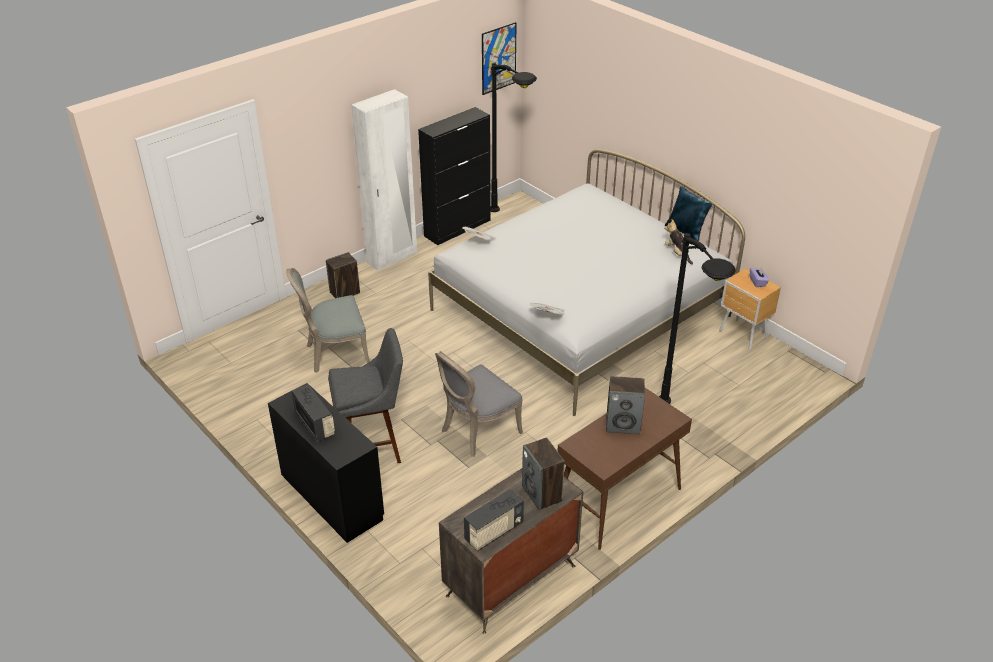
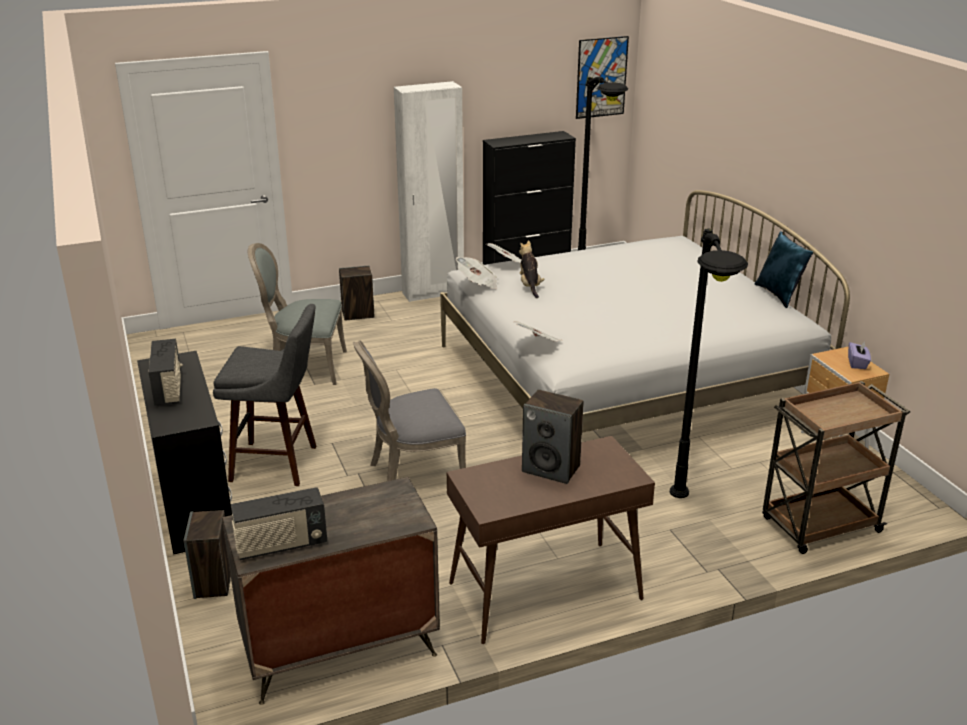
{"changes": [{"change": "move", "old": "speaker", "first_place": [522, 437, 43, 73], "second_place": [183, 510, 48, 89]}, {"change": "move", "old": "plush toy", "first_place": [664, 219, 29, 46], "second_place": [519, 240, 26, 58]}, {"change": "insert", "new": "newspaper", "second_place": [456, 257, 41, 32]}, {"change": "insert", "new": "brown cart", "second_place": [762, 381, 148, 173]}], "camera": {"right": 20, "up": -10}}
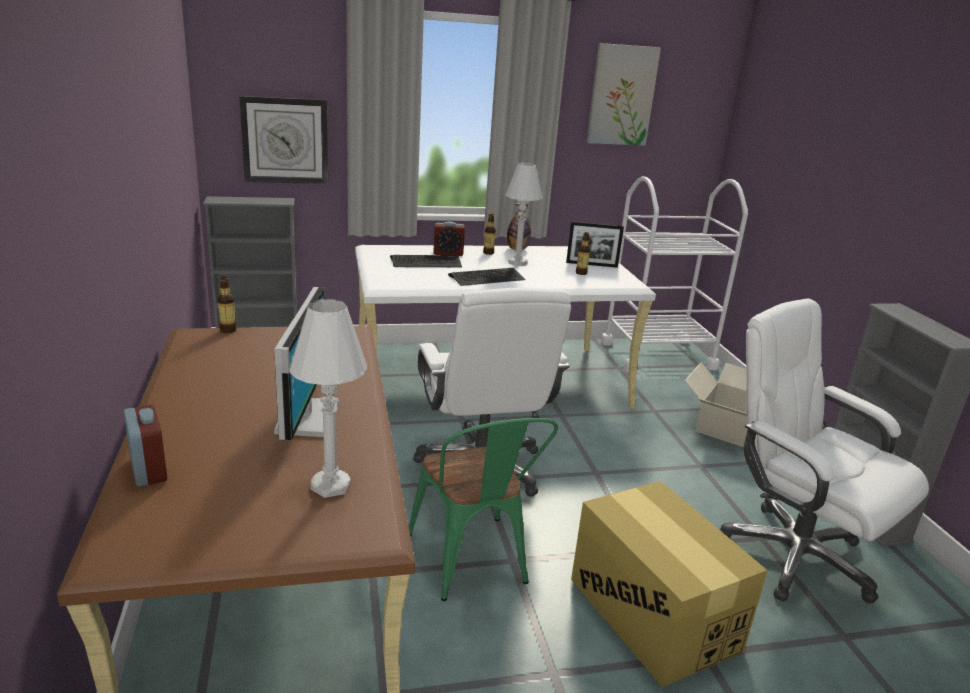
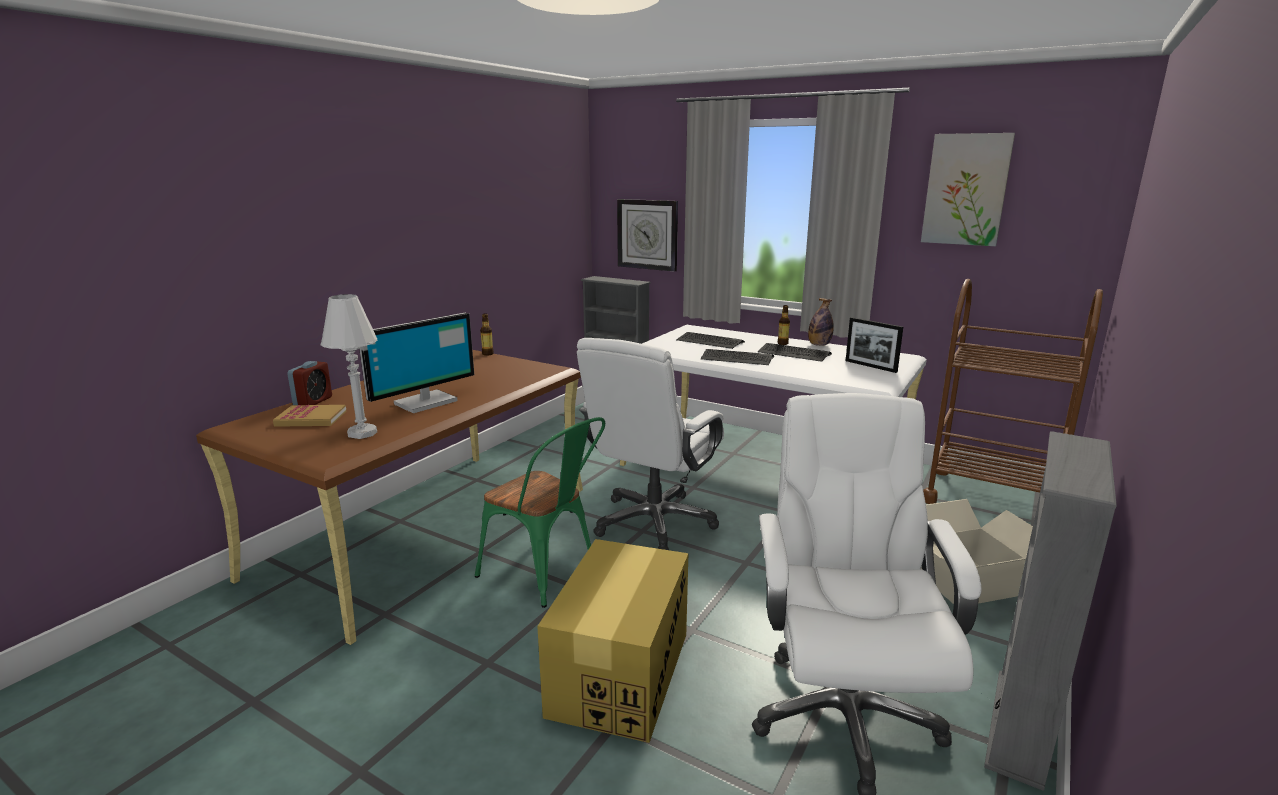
{"changes": [{"change": "rotate", "old": "green chair", "first_place": [408, 418, 150, 183], "second_place": [475, 417, 130, 191], "degrees": -75}, {"change": "delete", "old": "alarm clock", "first_place": [433, 221, 32, 35]}, {"change": "replace", "old": "white table lamp", "new": "keyboard", "first_place": [505, 162, 37, 104], "second_place": [758, 343, 74, 19]}, {"change": "delete", "old": "bottle", "first_place": [576, 232, 14, 43]}, {"change": "recolor", "old": "white cart", "new": "brown cart", "first_place": [601, 176, 147, 197], "second_place": [923, 279, 180, 225]}, {"change": "insert", "new": "book", "second_place": [273, 405, 73, 22]}], "camera": {"right": 45, "up": -5}}
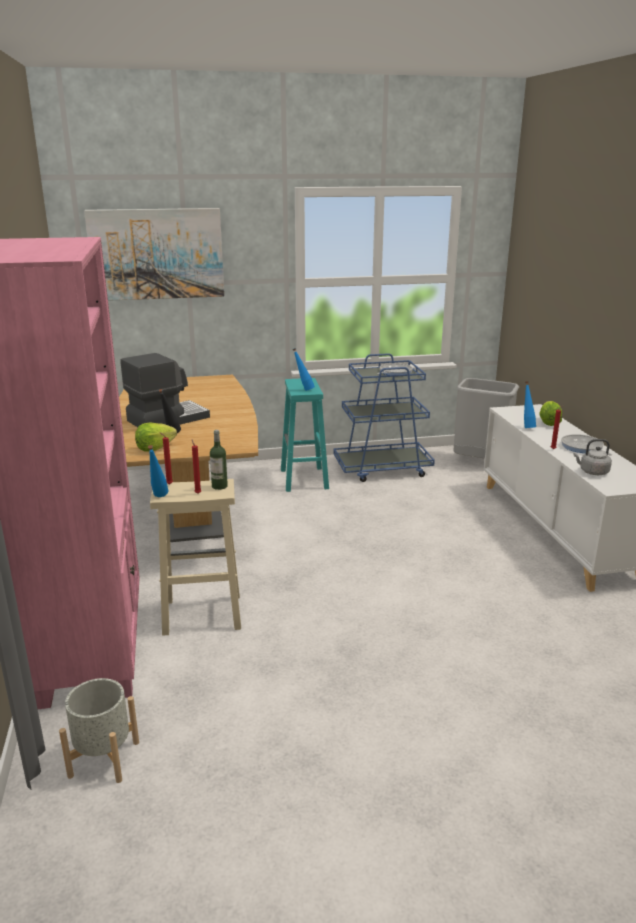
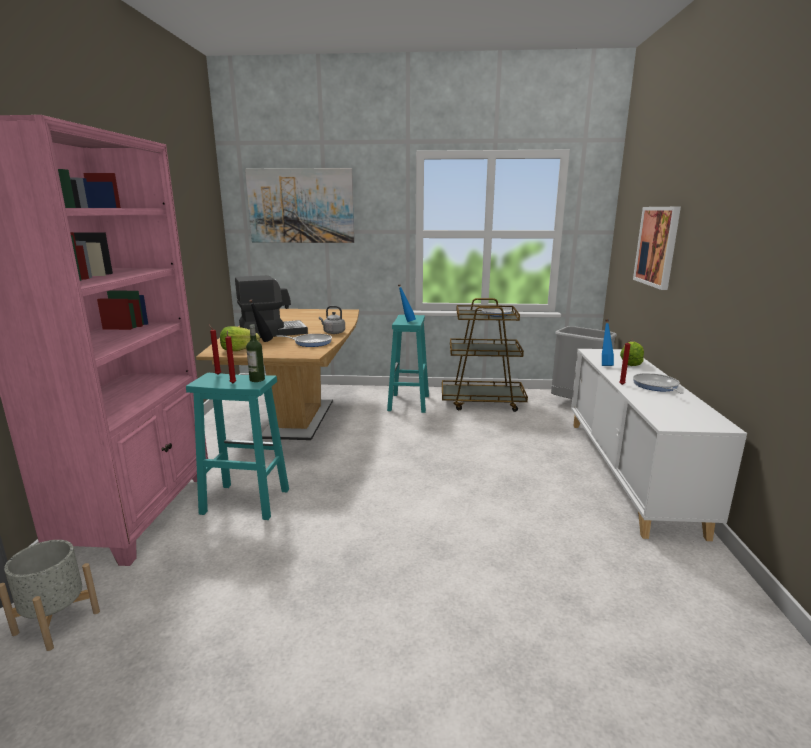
{"changes": [{"change": "delete", "old": "blue bottle", "first_place": [148, 445, 20, 52]}, {"change": "recolor", "old": "beige stool", "new": "turquoise stool", "first_place": [150, 479, 91, 157], "second_place": [186, 373, 103, 147]}, {"change": "recolor", "old": "blue cart", "new": "brown cart", "first_place": [334, 353, 101, 129], "second_place": [442, 298, 86, 114]}, {"change": "move", "old": "grey kettle", "first_place": [573, 439, 39, 36], "second_place": [319, 306, 26, 28]}, {"change": "insert", "new": "frying pan", "second_place": [276, 334, 56, 13]}, {"change": "insert", "new": "picture", "second_place": [633, 207, 48, 83]}], "camera": {"right": 15, "up": -5}}
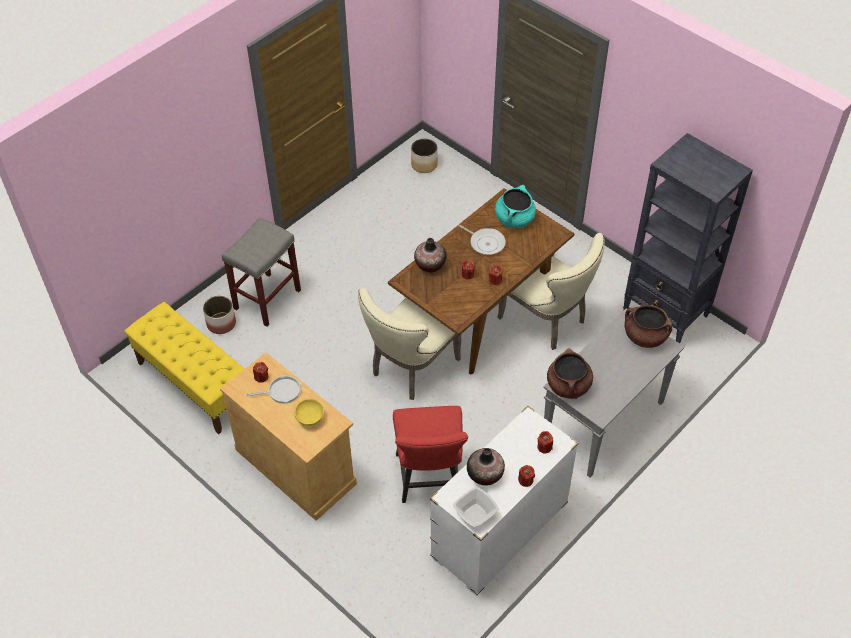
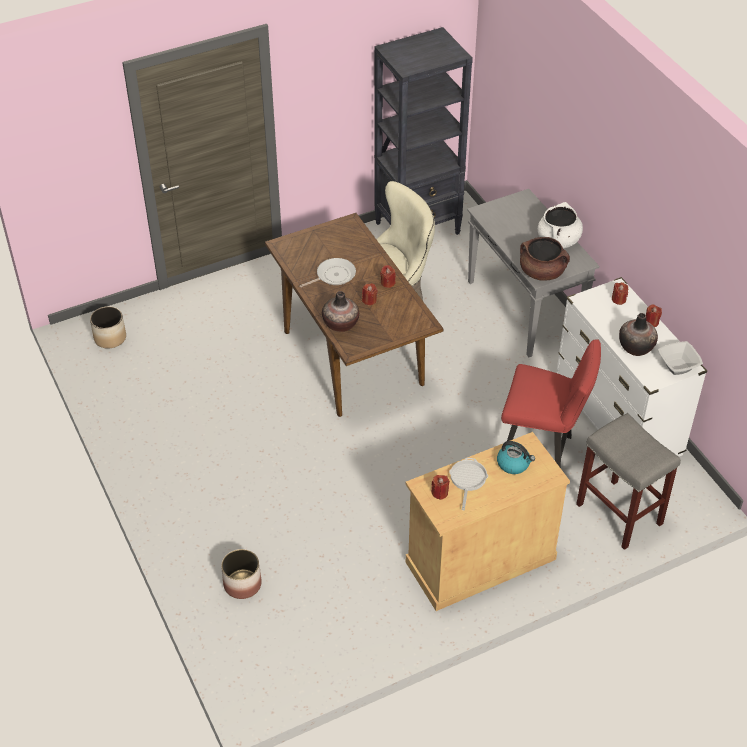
{"changes": [{"change": "delete", "old": "yellow bench", "first_place": [125, 302, 120, 132]}, {"change": "move", "old": "grey stool", "first_place": [222, 217, 79, 110], "second_place": [576, 413, 105, 137]}, {"change": "replace", "old": "yellow bowl", "new": "kettle", "first_place": [294, 399, 30, 27], "second_place": [497, 441, 38, 33]}, {"change": "delete", "old": "beige chair", "first_place": [358, 288, 103, 112]}, {"change": "delete", "old": "turquoise cooking pot", "first_place": [495, 185, 41, 43]}, {"change": "delete", "old": "brown cooking pot", "first_place": [625, 305, 48, 43]}, {"change": "insert", "new": "white cooking pot", "second_place": [538, 202, 45, 46]}], "camera": {"right": -70, "up": -5}}
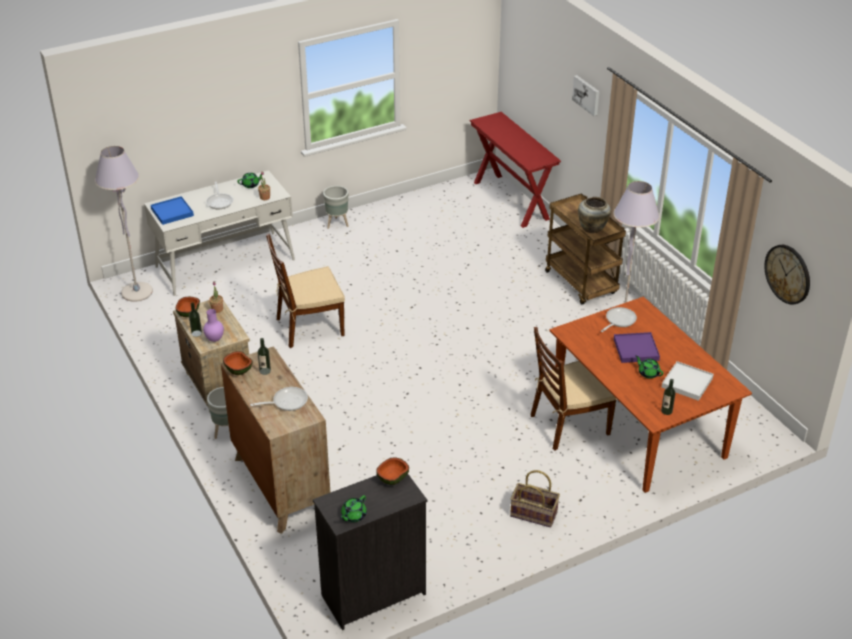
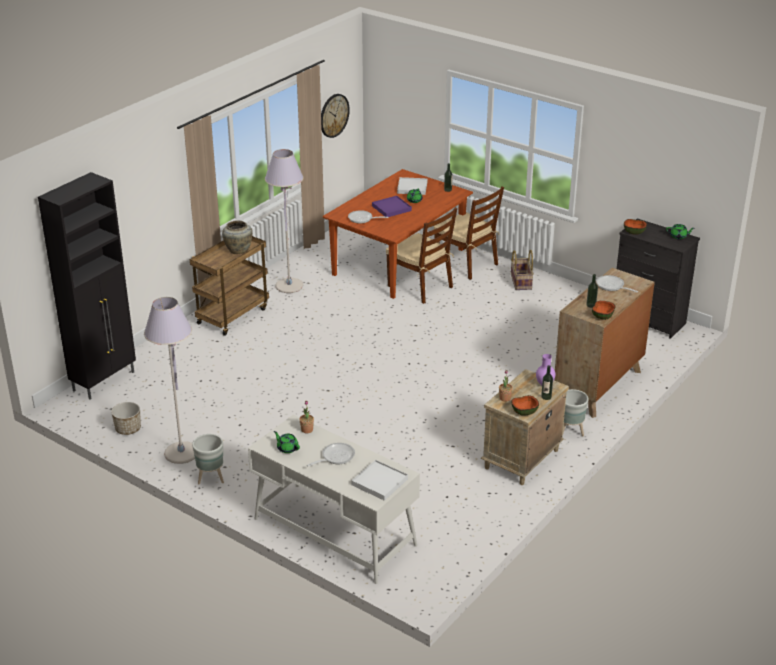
{"changes": [{"change": "move", "old": "grey floor lamp", "first_place": [95, 146, 58, 156], "second_place": [144, 297, 51, 167]}, {"change": "recolor", "old": "blue tray", "new": "white tray", "first_place": [151, 196, 43, 29], "second_place": [351, 460, 57, 41]}, {"change": "move", "old": "brown chair", "first_place": [266, 234, 79, 114], "second_place": [434, 187, 70, 93]}, {"change": "replace", "old": "red console table", "new": "black cabinet", "first_place": [469, 112, 92, 116], "second_place": [38, 172, 98, 228]}, {"change": "delete", "old": "picture", "first_place": [572, 75, 28, 41]}, {"change": "insert", "new": "planter", "second_place": [111, 402, 30, 33]}], "camera": {"right": -115, "up": -5}}
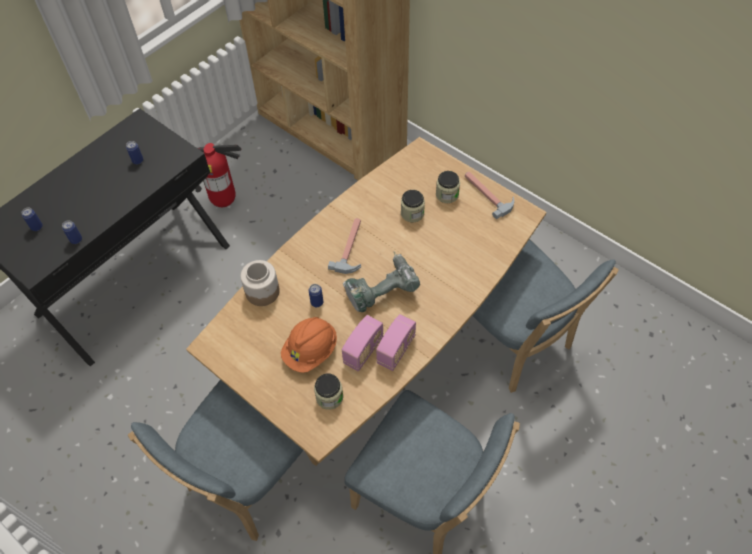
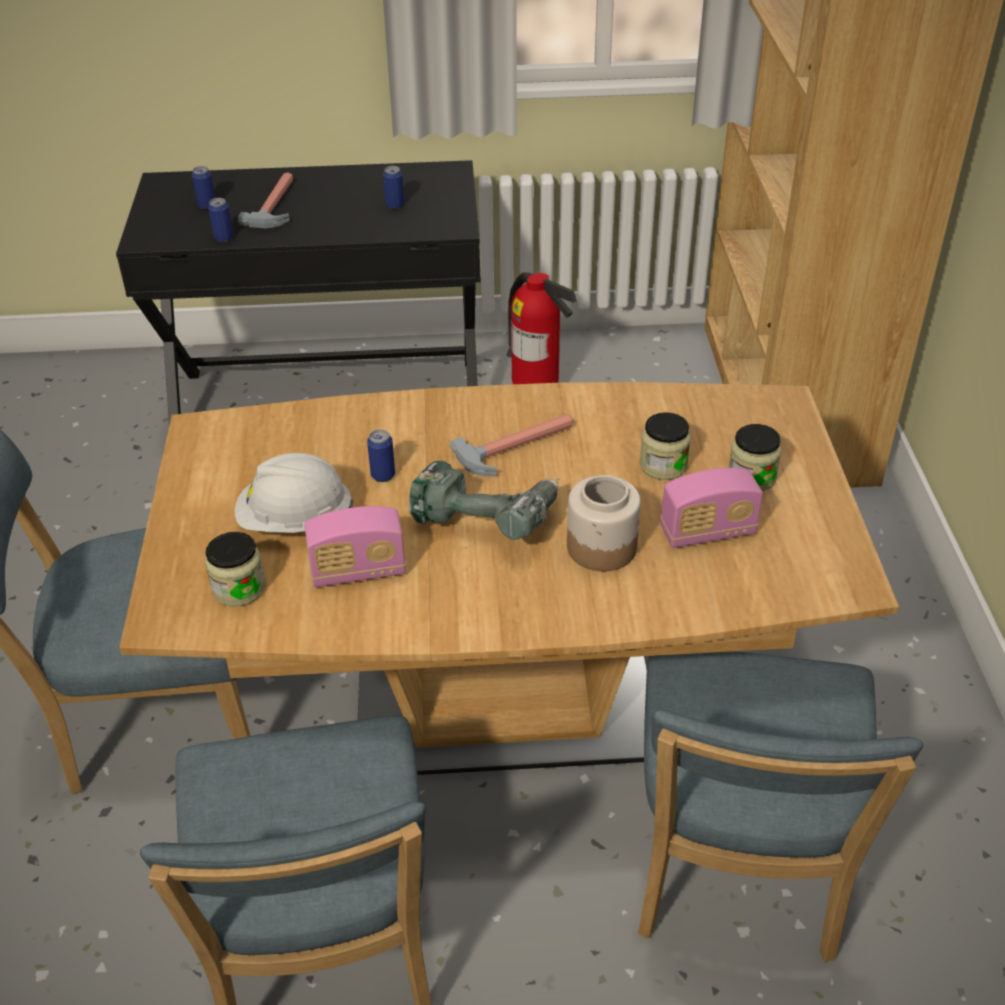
{"changes": [{"change": "move", "old": "jar", "first_place": [240, 260, 40, 46], "second_place": [567, 475, 74, 96]}, {"change": "recolor", "old": "orange hard hat", "new": "white hard hat", "first_place": [281, 317, 56, 56], "second_place": [235, 453, 118, 80]}, {"change": "move", "old": "radio", "first_place": [376, 314, 40, 57], "second_place": [661, 468, 102, 80]}, {"change": "move", "old": "hammer", "first_place": [465, 172, 49, 47], "second_place": [238, 172, 55, 56]}], "camera": {"right": 45, "up": -15}}
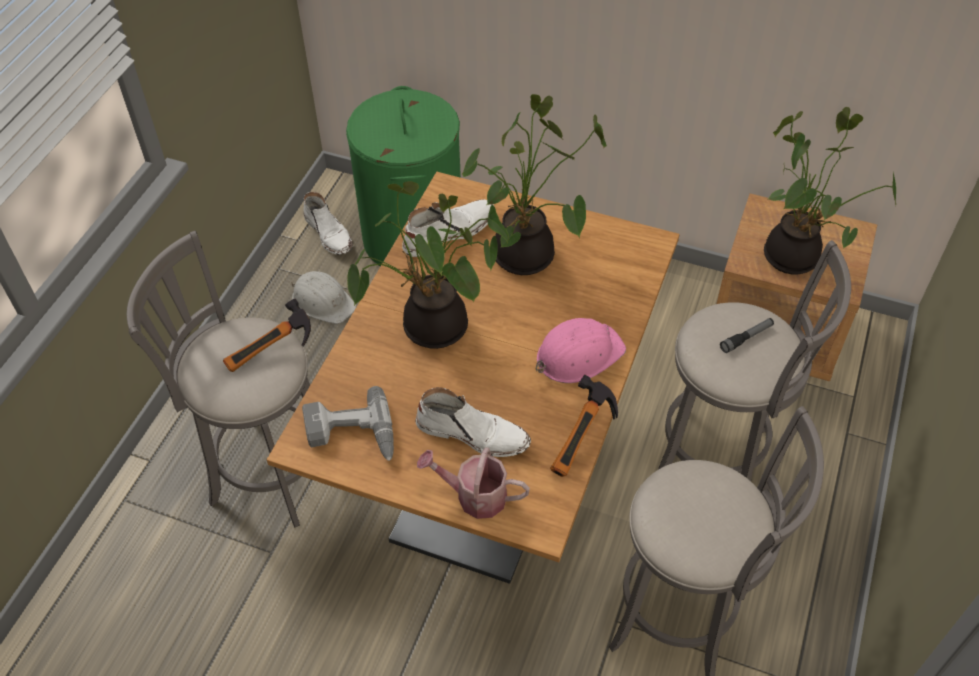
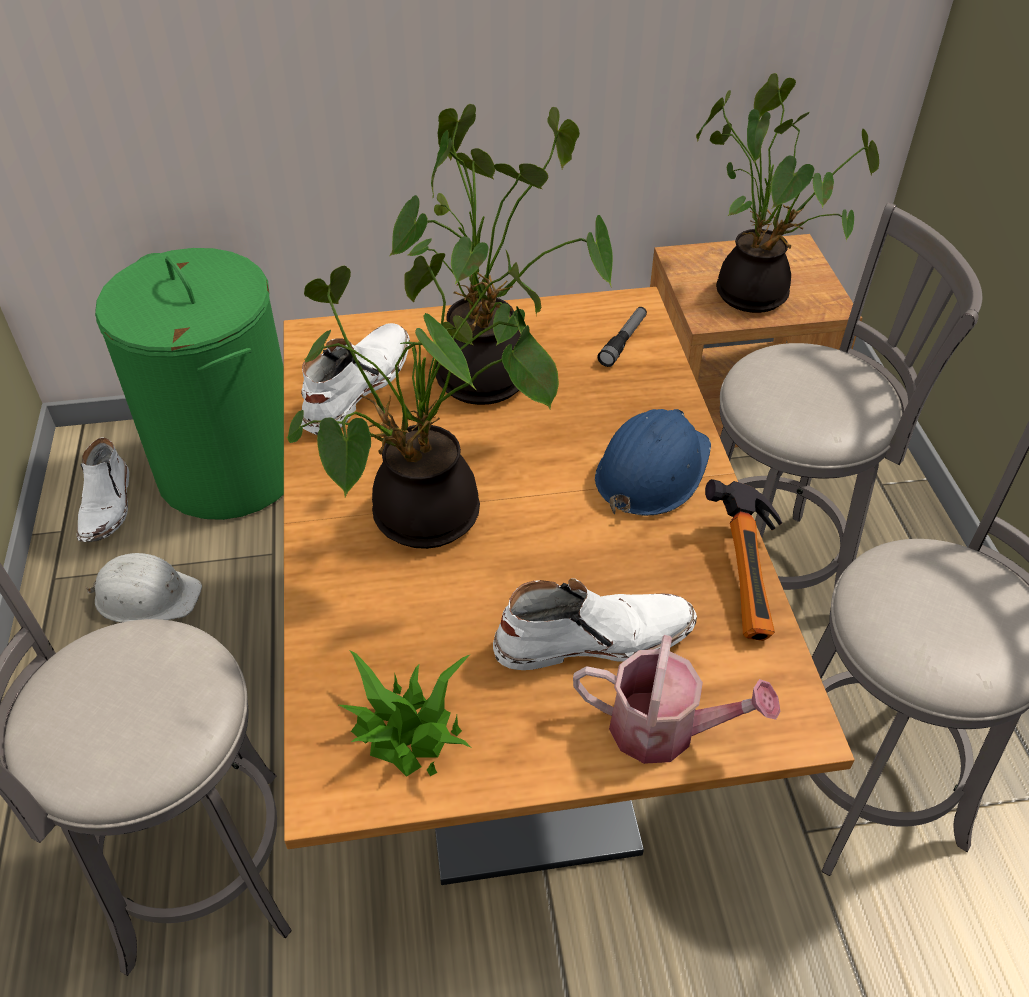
{"changes": [{"change": "delete", "old": "hammer", "first_place": [223, 299, 88, 73]}, {"change": "replace", "old": "power drill", "new": "potted plant", "first_place": [302, 386, 92, 75], "second_place": [339, 651, 132, 126]}, {"change": "rotate", "old": "white boot", "first_place": [303, 192, 50, 63], "second_place": [77, 438, 52, 104], "degrees": 60}, {"change": "rotate", "old": "watering can", "first_place": [417, 447, 113, 72], "second_place": [573, 635, 207, 129], "degrees": -150}, {"change": "recolor", "old": "pink hard hat", "new": "blue hard hat", "first_place": [536, 318, 90, 65], "second_place": [595, 409, 116, 107]}, {"change": "move", "old": "flashlight", "first_place": [720, 318, 54, 35], "second_place": [597, 307, 50, 60]}], "camera": {"right": -30, "up": -5}}
